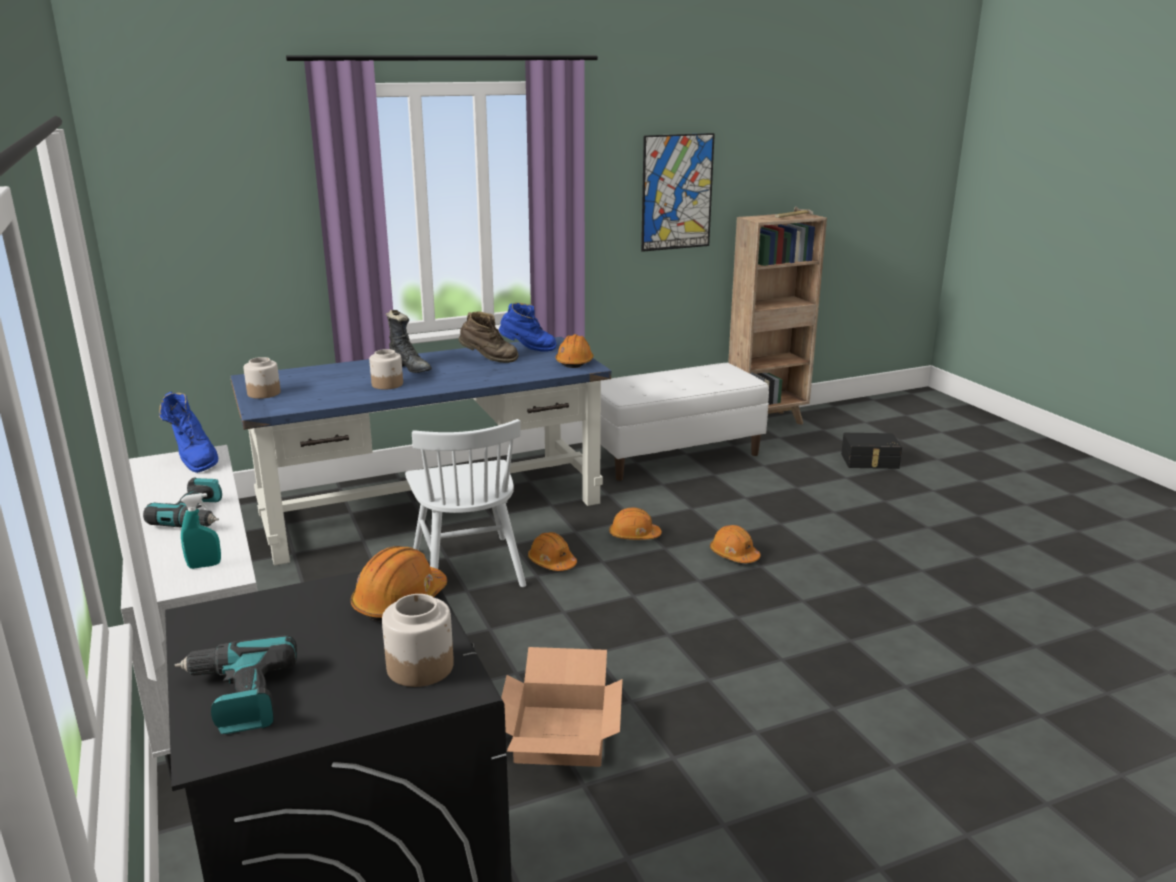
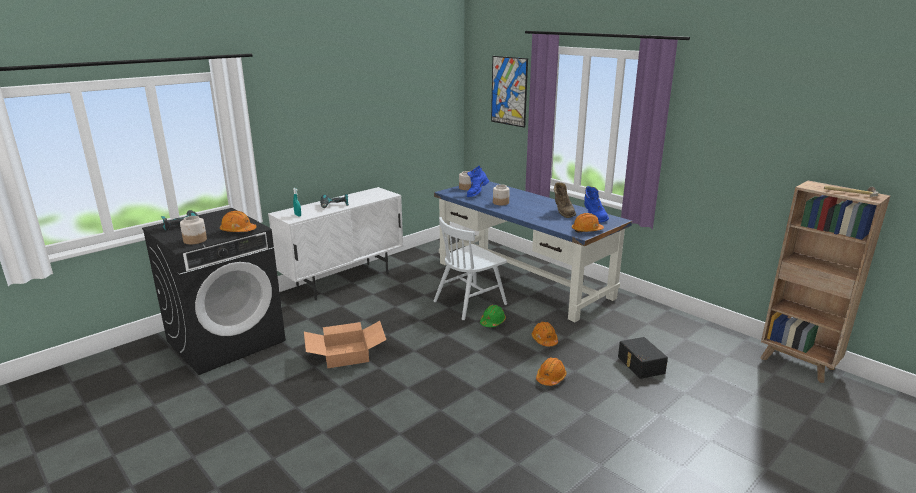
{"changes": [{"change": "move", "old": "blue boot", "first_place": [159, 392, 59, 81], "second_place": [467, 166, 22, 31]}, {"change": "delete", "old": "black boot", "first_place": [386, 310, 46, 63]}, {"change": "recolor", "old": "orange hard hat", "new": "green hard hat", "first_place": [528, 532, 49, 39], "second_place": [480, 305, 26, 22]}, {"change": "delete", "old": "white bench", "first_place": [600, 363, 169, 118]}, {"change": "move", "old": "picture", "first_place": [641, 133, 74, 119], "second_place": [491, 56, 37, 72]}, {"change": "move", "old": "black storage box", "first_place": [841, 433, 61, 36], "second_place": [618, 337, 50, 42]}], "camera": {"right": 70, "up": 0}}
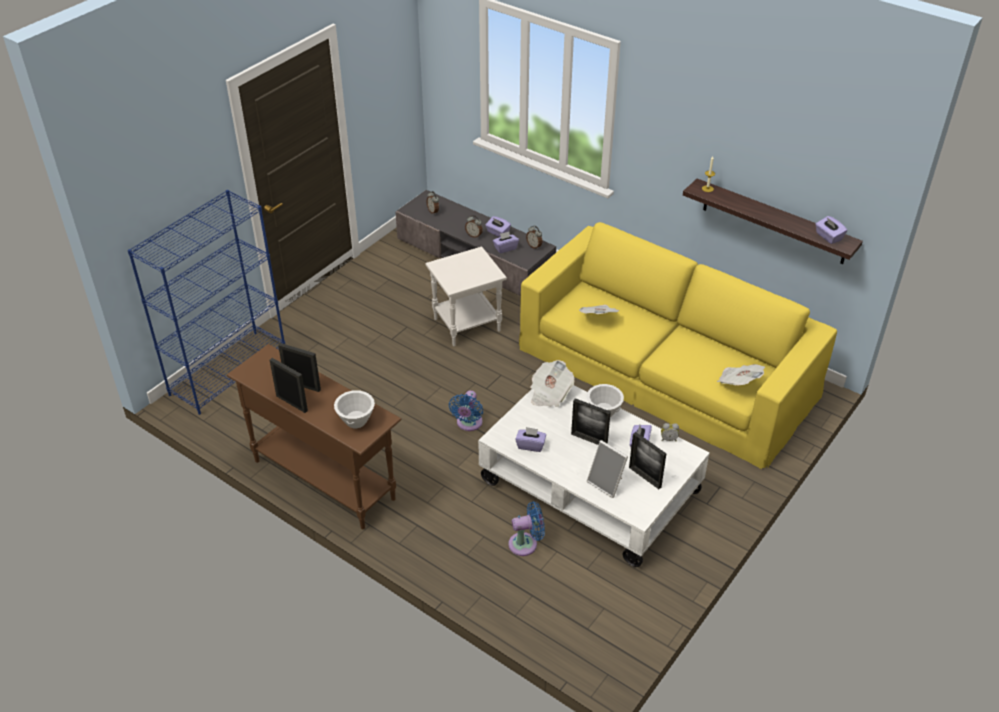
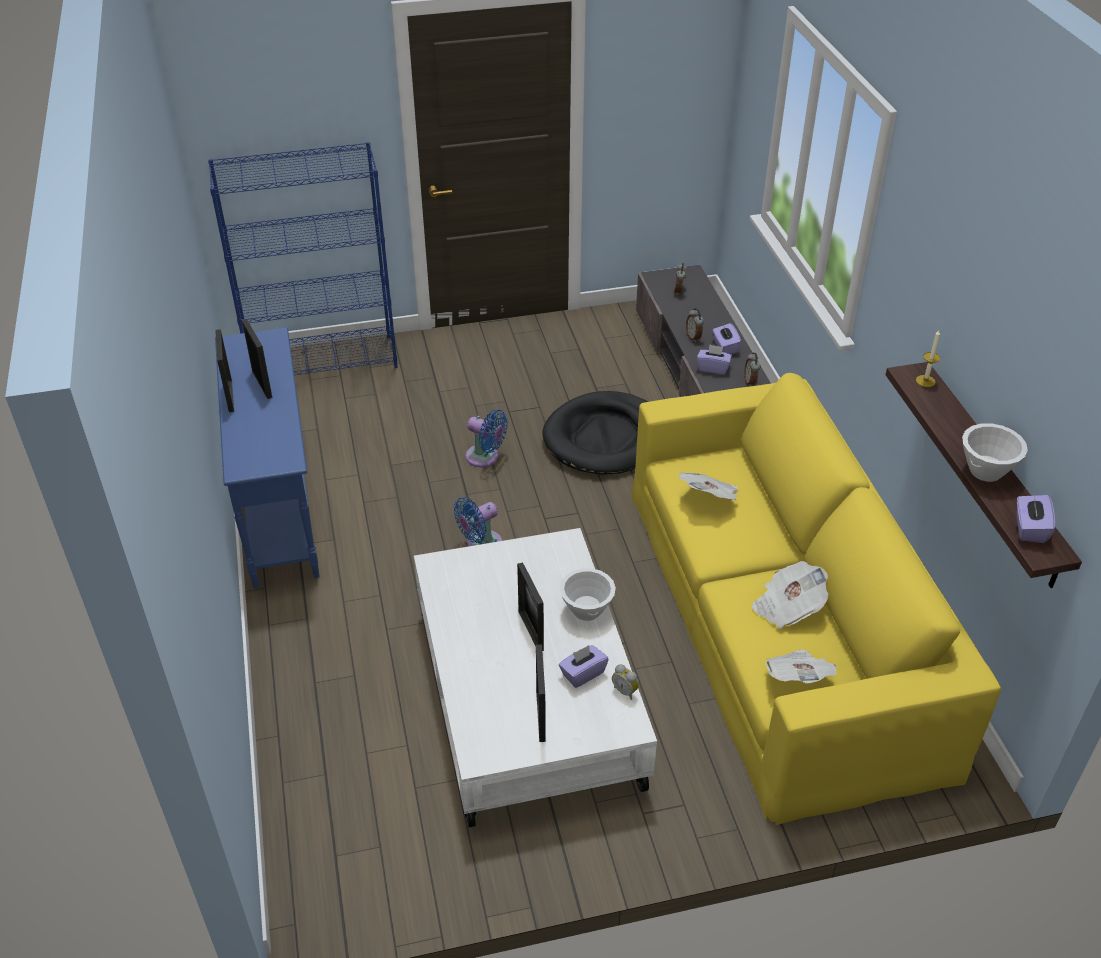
{"changes": [{"change": "recolor", "old": "brown console table", "new": "blue console table", "first_place": [227, 344, 175, 185], "second_place": [215, 328, 104, 261]}, {"change": "move", "old": "white bowl", "first_place": [334, 390, 41, 38], "second_place": [962, 423, 66, 59]}, {"change": "replace", "old": "white side table", "new": "black dog bed", "first_place": [426, 247, 81, 99], "second_place": [542, 391, 106, 83]}, {"change": "move", "old": "blue fan", "first_place": [508, 502, 37, 54], "second_place": [466, 409, 42, 58]}, {"change": "delete", "old": "purple tissue box", "first_place": [515, 427, 31, 25]}, {"change": "move", "old": "newspaper", "first_place": [530, 360, 45, 47], "second_place": [752, 561, 77, 68]}, {"change": "delete", "old": "picture frame", "first_place": [587, 440, 41, 58]}], "camera": {"right": 40, "up": 0}}
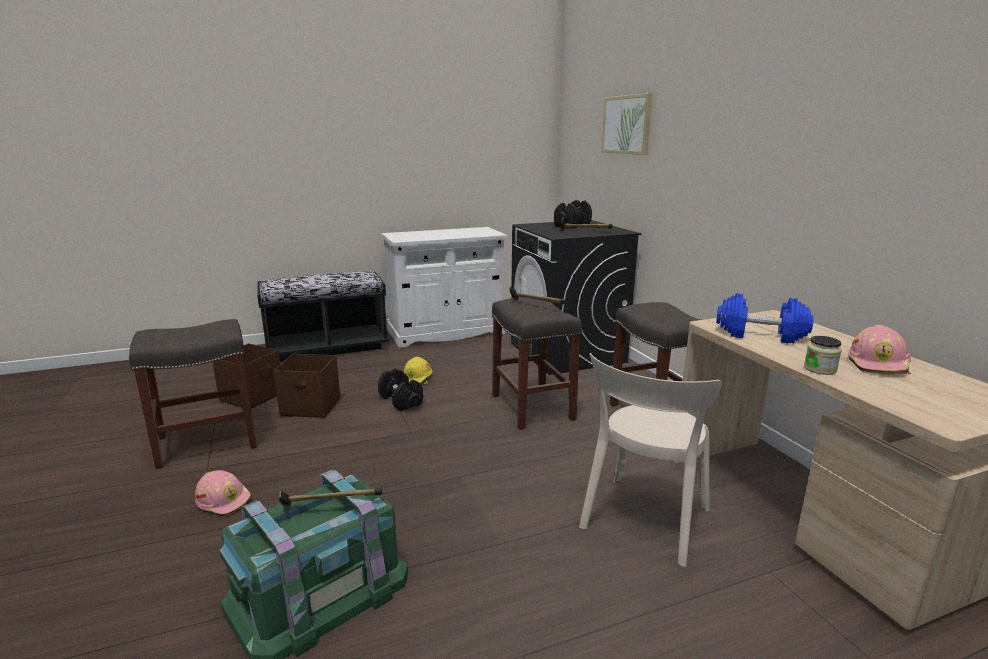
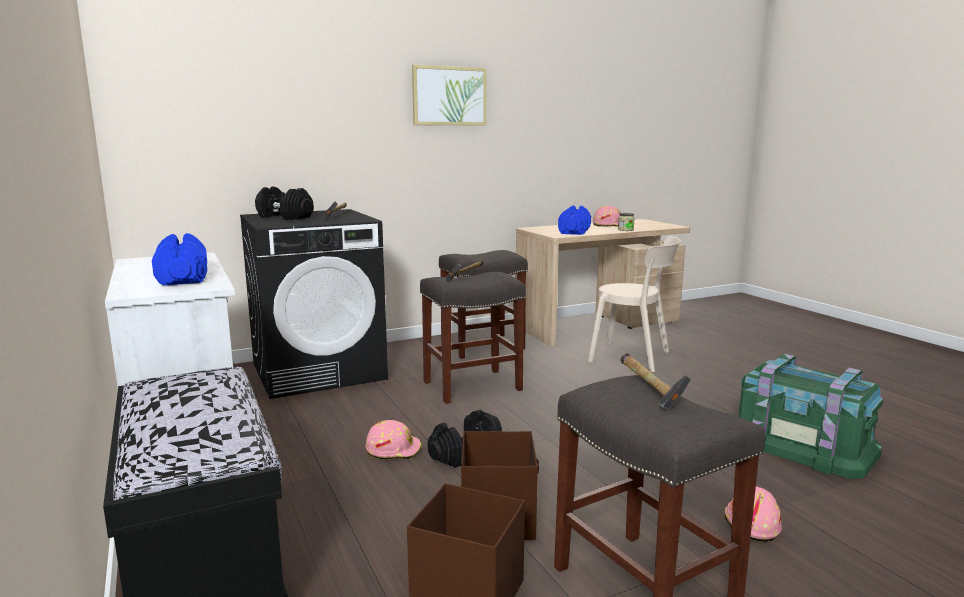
{"changes": [{"change": "move", "old": "hammer", "first_place": [279, 488, 103, 18], "second_place": [620, 353, 71, 57]}, {"change": "recolor", "old": "yellow hard hat", "new": "pink hard hat", "first_place": [404, 357, 28, 27], "second_place": [365, 420, 56, 39]}, {"change": "move", "old": "picture", "first_place": [602, 93, 50, 62], "second_place": [412, 65, 75, 61]}, {"change": "insert", "new": "blue dumbbell", "second_place": [152, 233, 55, 53]}], "camera": {"right": -95, "up": -5}}
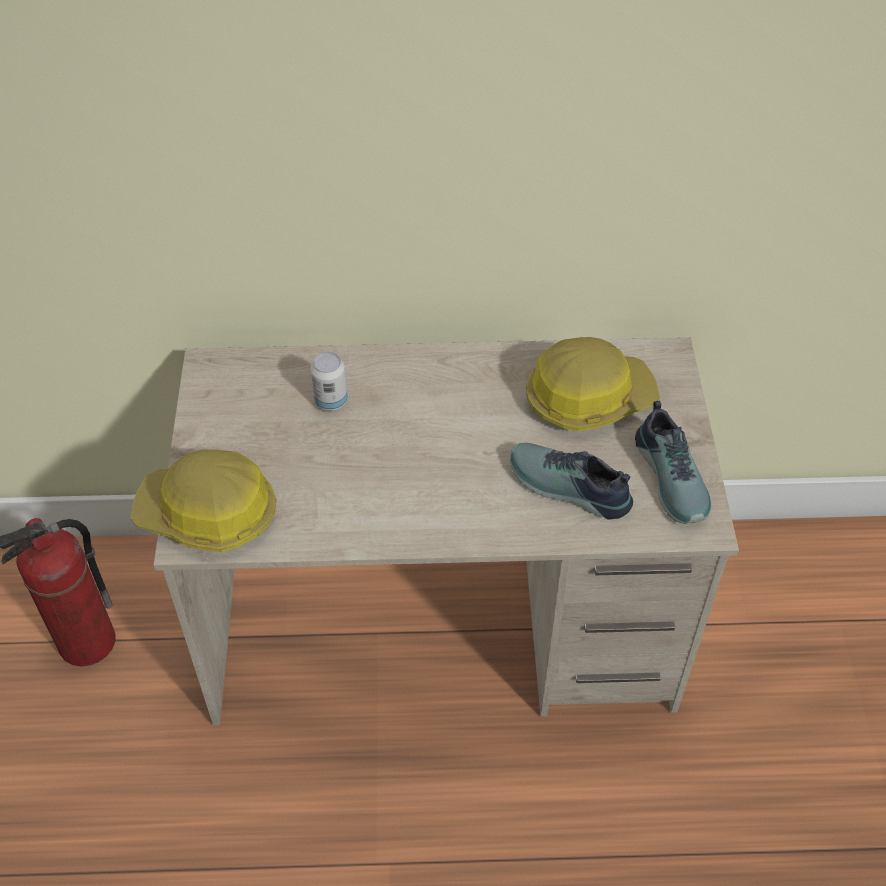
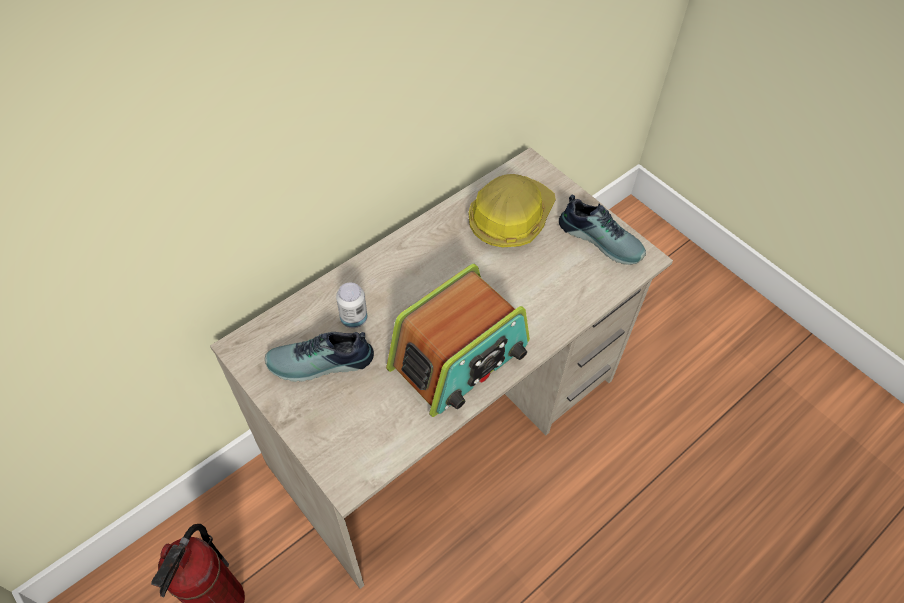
{"changes": [{"change": "delete", "old": "hard hat", "first_place": [131, 450, 145, 102]}, {"change": "move", "old": "shoe", "first_place": [510, 443, 123, 77], "second_place": [265, 332, 109, 50]}, {"change": "insert", "new": "radio", "second_place": [386, 264, 144, 153]}], "camera": {"right": -40, "up": 5}}
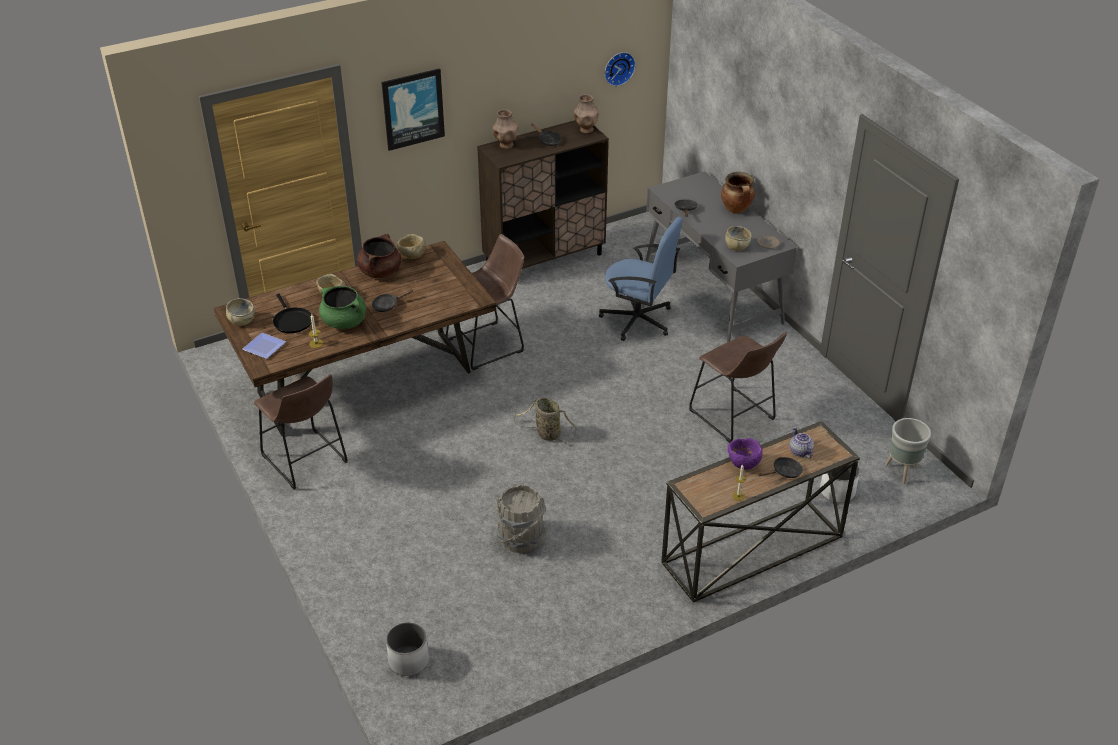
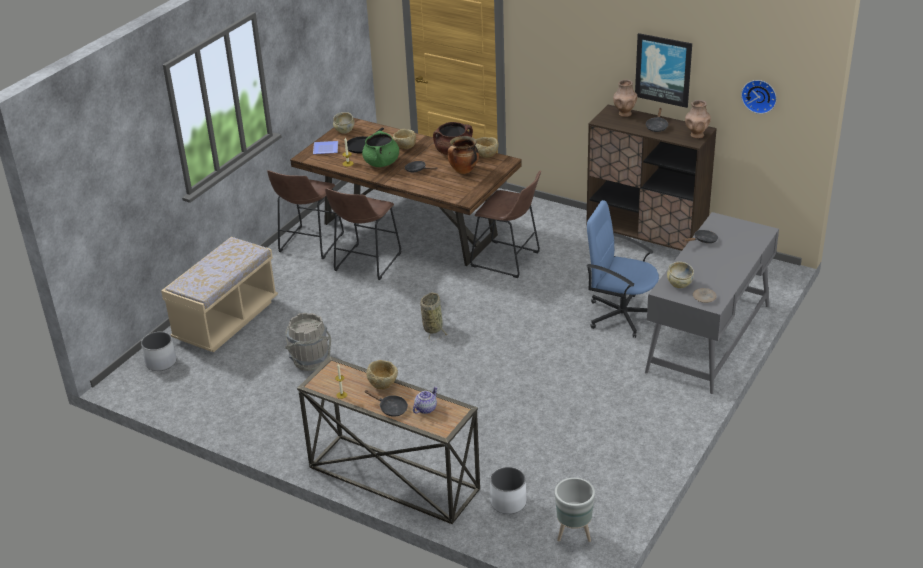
{"changes": [{"change": "move", "old": "picture", "first_place": [381, 68, 64, 83], "second_place": [635, 33, 57, 75]}, {"change": "rotate", "old": "blue office chair", "first_place": [599, 217, 84, 124], "second_place": [586, 200, 73, 138], "degrees": 120}, {"change": "move", "old": "brown stool", "first_place": [689, 332, 98, 111], "second_place": [325, 188, 76, 92]}, {"change": "move", "old": "cooking pot", "first_place": [721, 172, 34, 41], "second_place": [448, 136, 31, 38]}, {"change": "recolor", "old": "purple bowl", "new": "beige bowl", "first_place": [728, 438, 35, 32], "second_place": [366, 360, 32, 30]}, {"change": "insert", "new": "beige bench", "second_place": [161, 237, 117, 115]}], "camera": {"right": 60, "up": -5}}
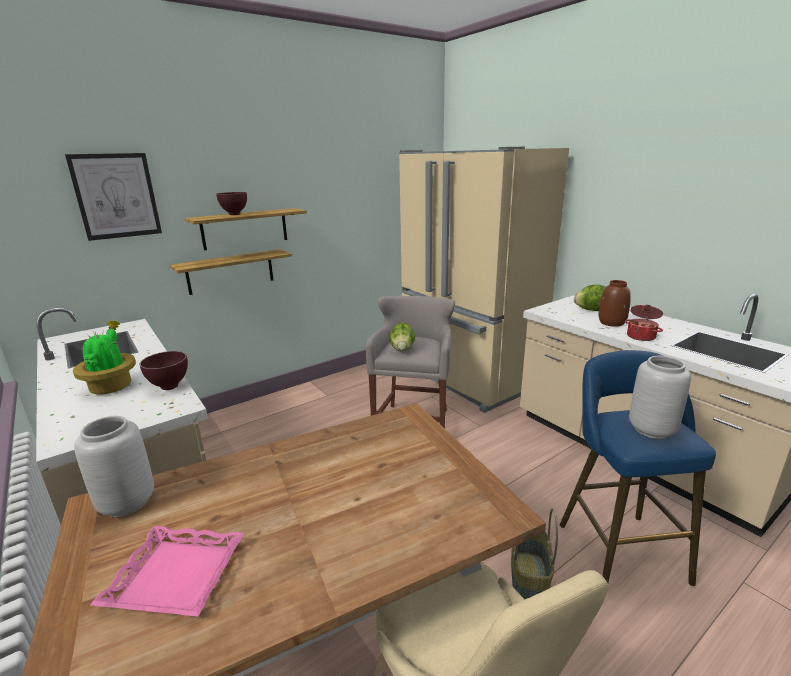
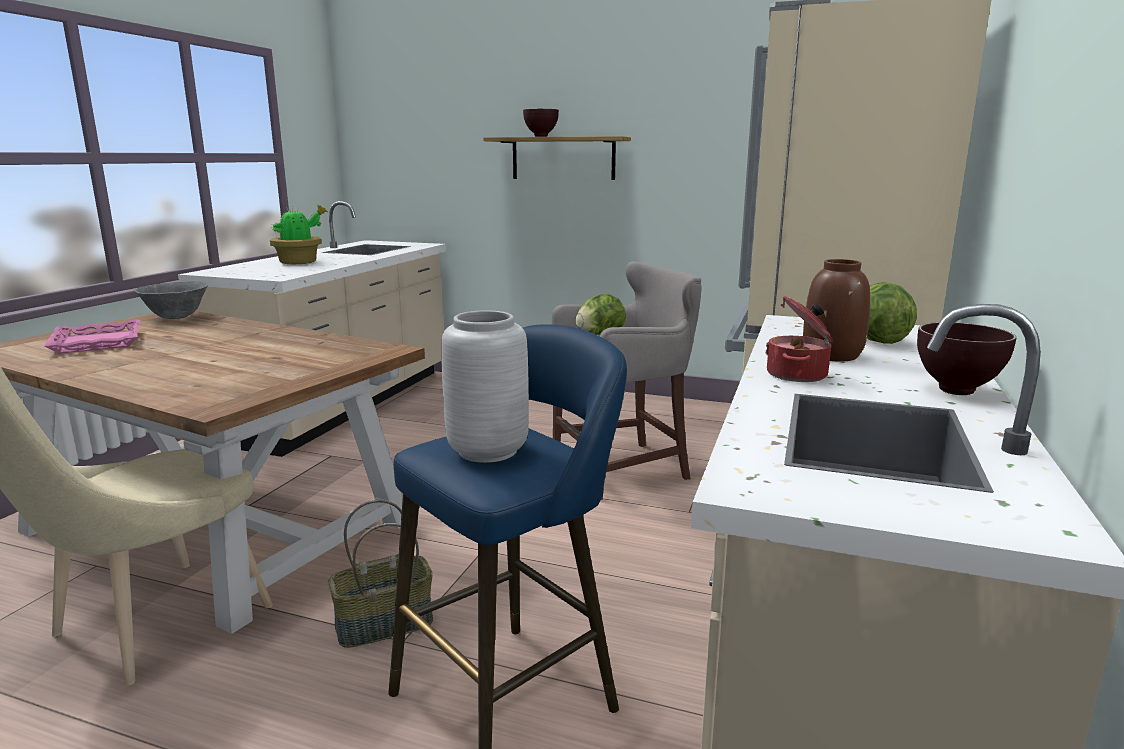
{"changes": [{"change": "delete", "old": "picture", "first_place": [65, 153, 97, 88]}, {"change": "replace", "old": "grey vase", "new": "grey bowl", "first_place": [74, 416, 80, 101], "second_place": [134, 281, 74, 38]}, {"change": "move", "old": "brown bowl", "first_place": [140, 351, 48, 39], "second_place": [917, 322, 99, 73]}, {"change": "delete", "old": "shelf", "first_place": [170, 249, 122, 46]}], "camera": {"right": 55, "up": -5}}
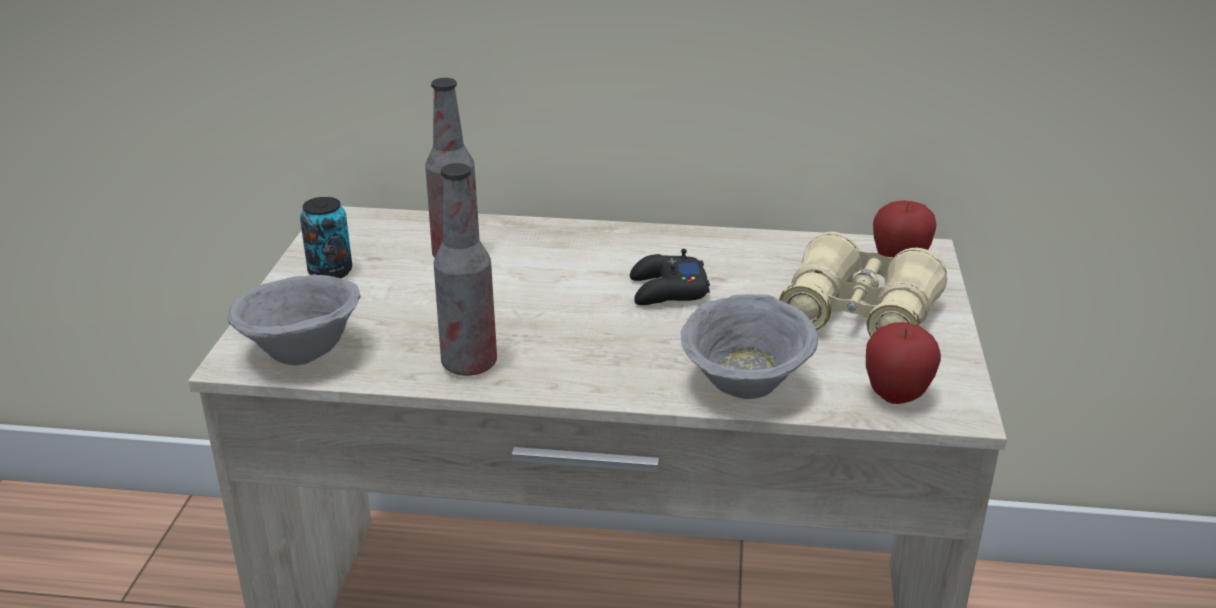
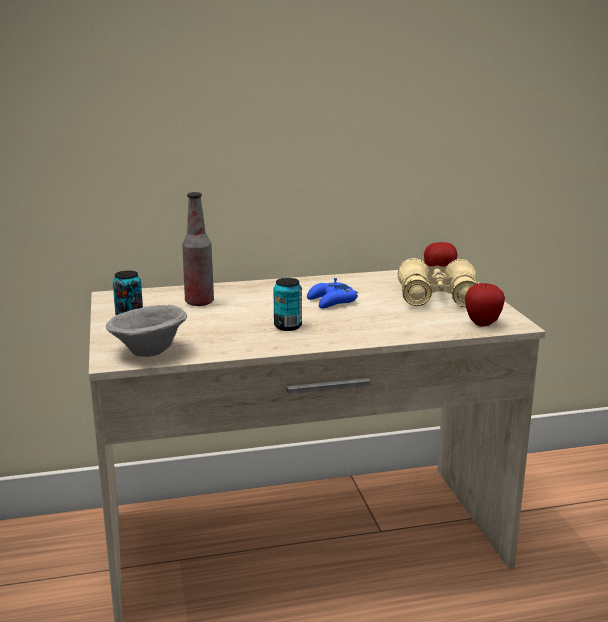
{"changes": [{"change": "delete", "old": "bottle", "first_place": [434, 163, 63, 213]}, {"change": "recolor", "old": "black game controller", "new": "blue game controller", "first_place": [630, 249, 80, 56], "second_place": [307, 278, 51, 31]}, {"change": "delete", "old": "grey bowl", "first_place": [681, 294, 137, 105]}, {"change": "insert", "new": "can", "second_place": [273, 278, 29, 53]}], "camera": {"right": -20, "up": -10}}
